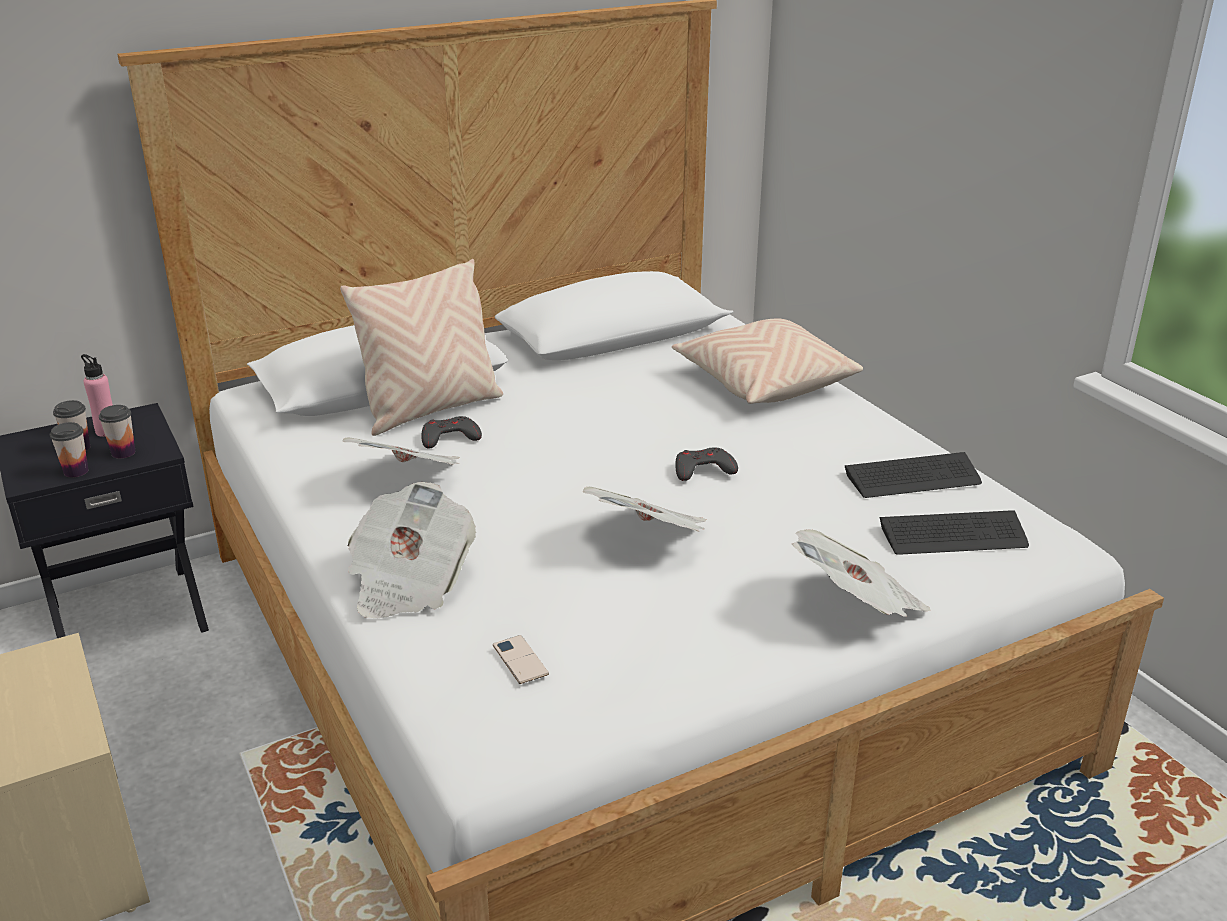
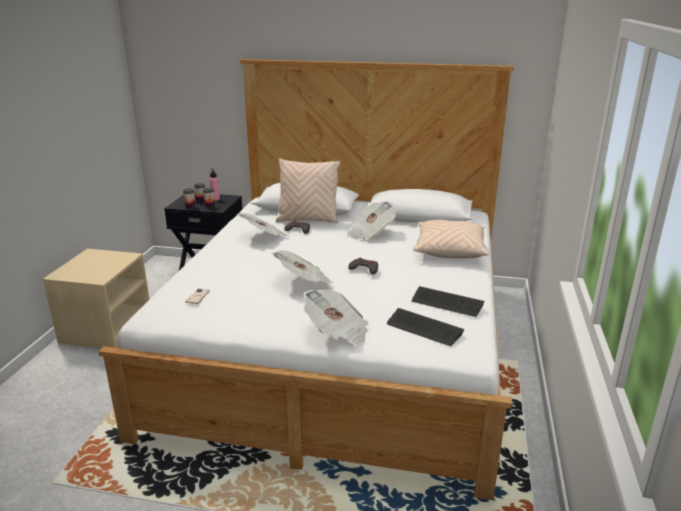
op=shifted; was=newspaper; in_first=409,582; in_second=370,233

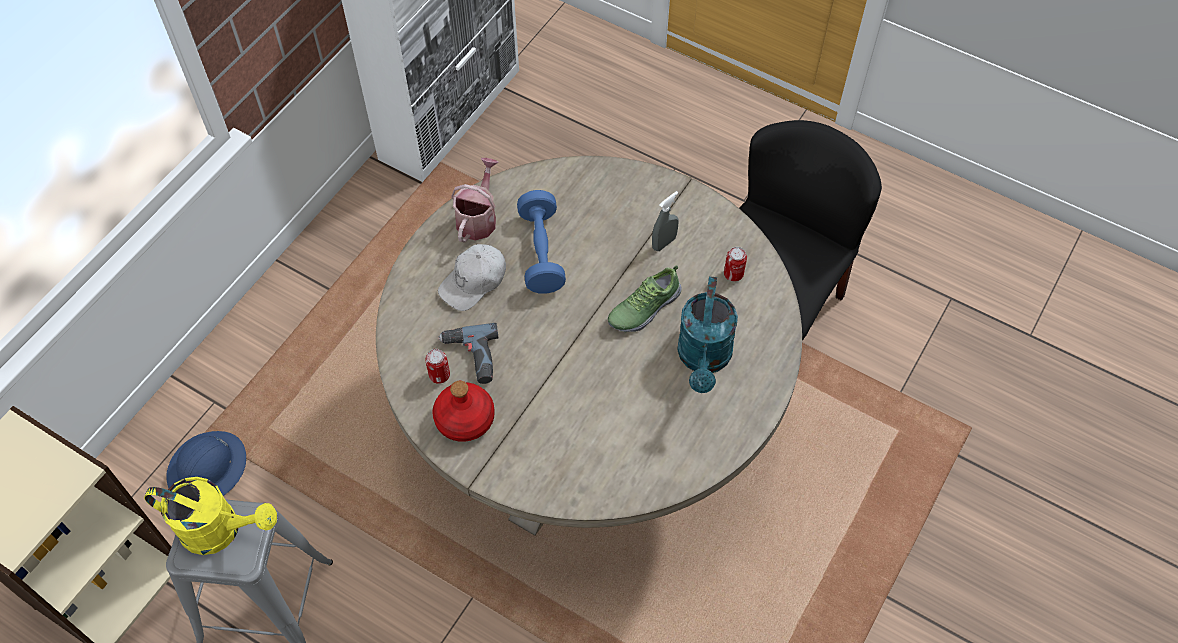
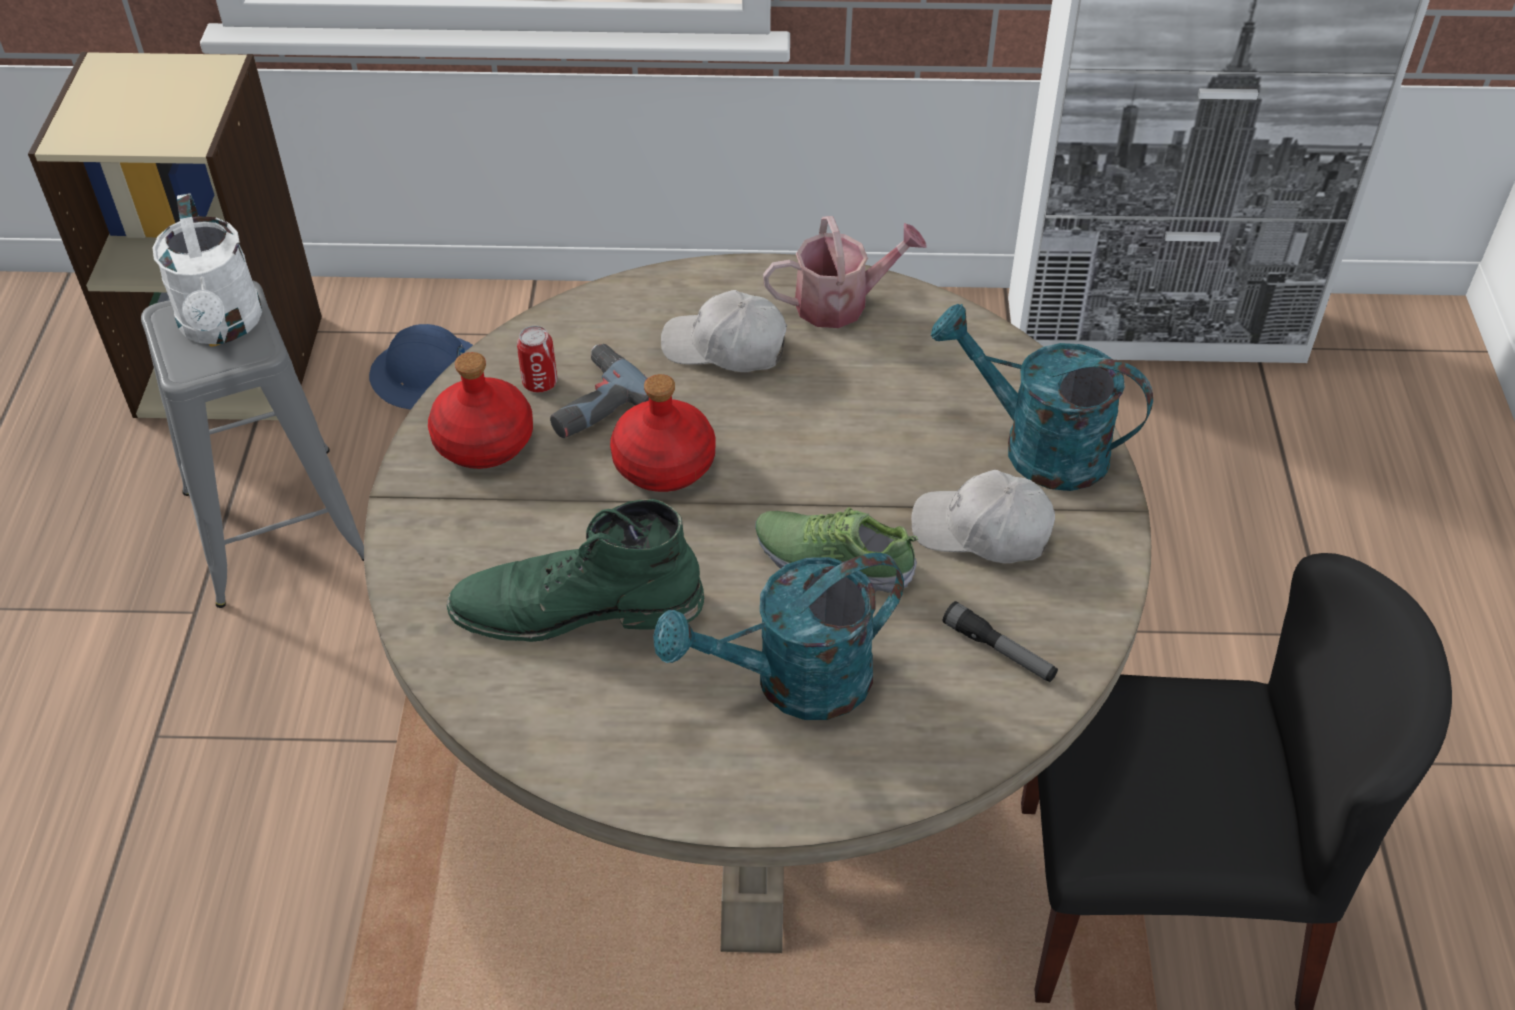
op=gone; was=blue dumbbell; in_first=541,252
op=new; now=green boot; in_second=577,608
op=new; now=red bottle; in_second=665,463
op=new; now=turquoise watering can; in_second=1037,447
op=swapped; was=grey spray bottle; now=white cap; in_first=664,243; in_second=982,531
op=swapped; was=can; now=flashlight; in_first=733,274; in_second=999,650
op=repainted; was=yellow watering can; now=white watering can; in_first=221,529; in_second=222,327

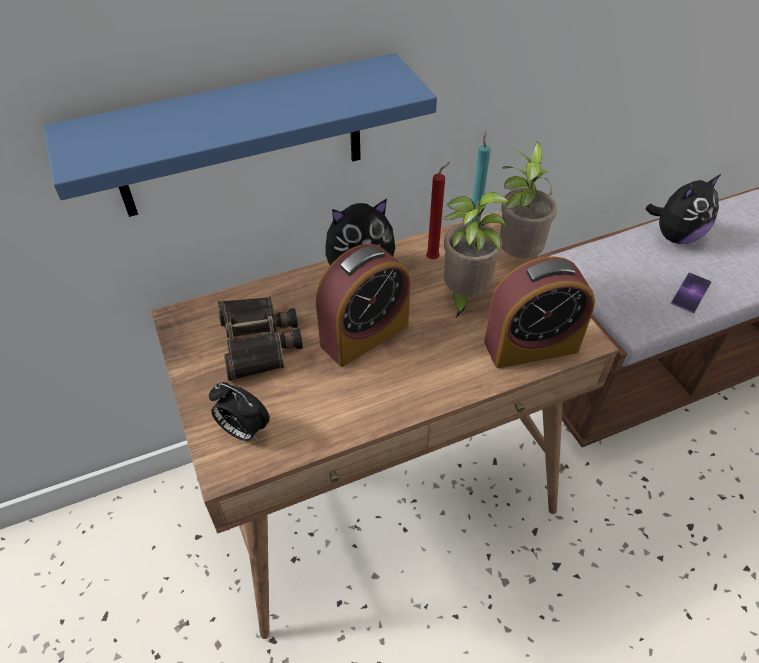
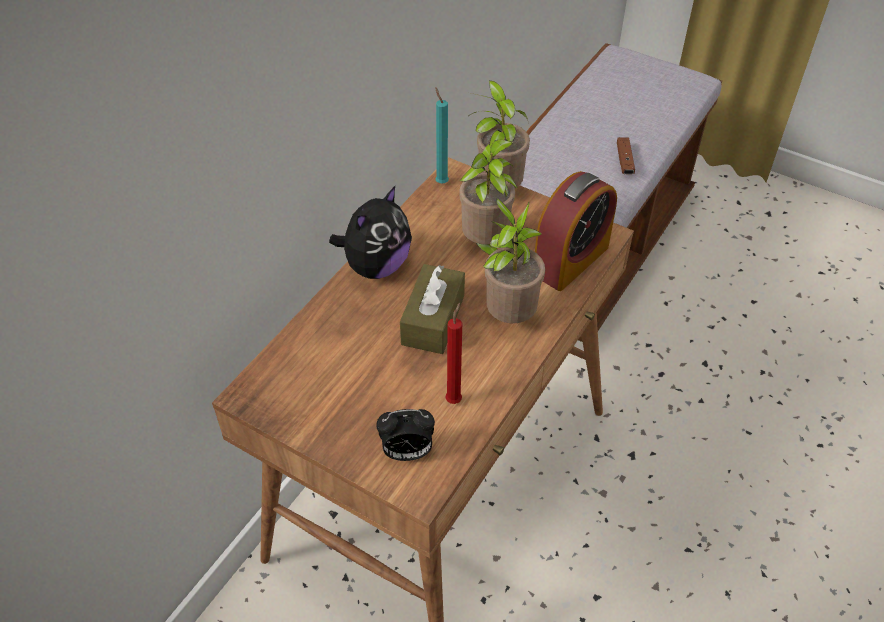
op=gone; was=blue shelf; in_first=240,138
op=gone; was=binoculars; in_first=260,342
op=gone; was=plush toy; in_first=675,236
op=new; now=potted plant; in_second=509,316
op=shifted; was=red candle; in_first=434,258; in_second=454,399
op=swapped; was=alarm clock; now=brown tissue box; in_first=364,334; in_second=433,320
op=swapped; was=phone; now=brown game controller; in_first=691,293; in_second=624,161

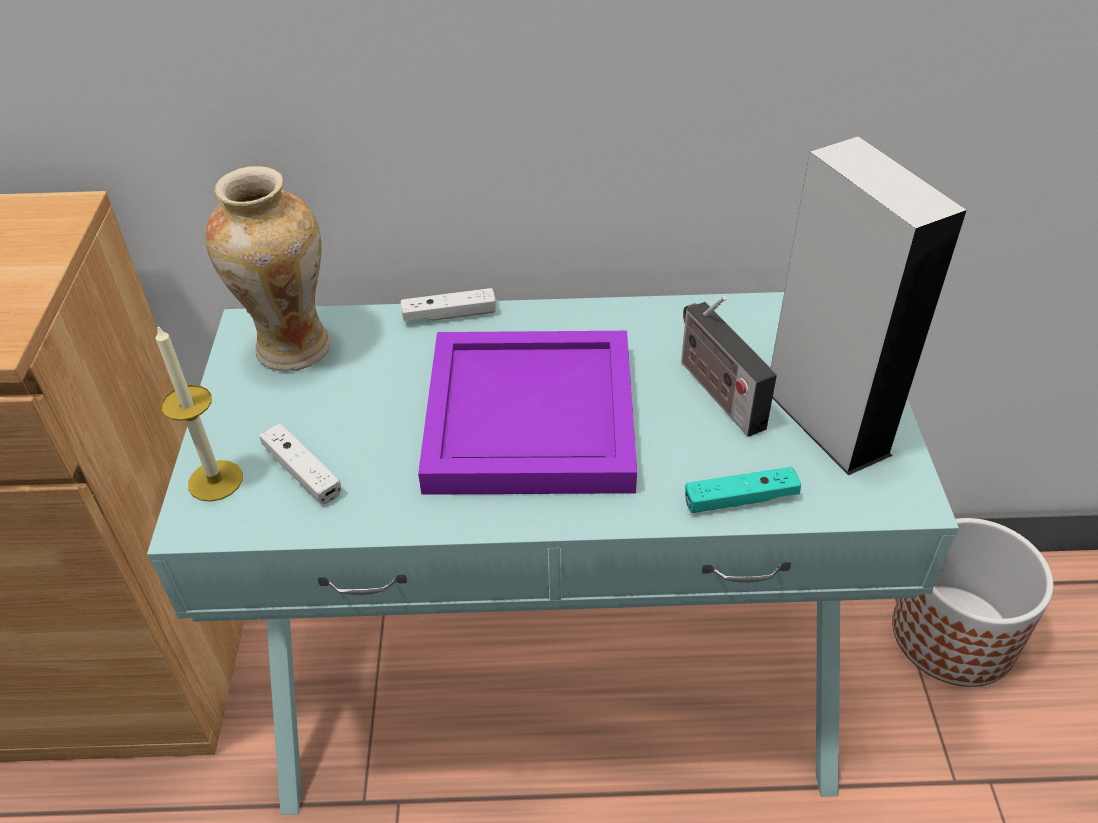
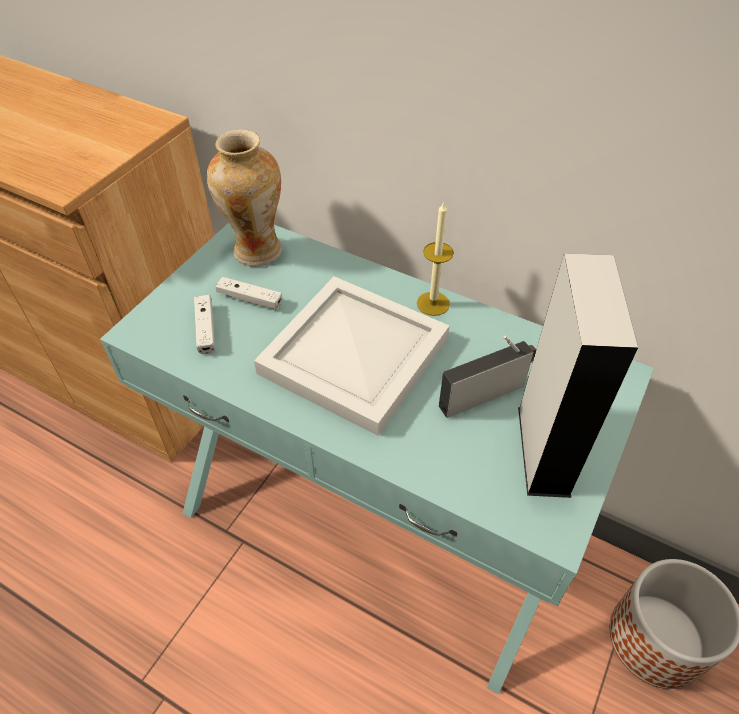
op=gone; was=turquoise game controller; in_first=740,499
op=shifted; was=candle; in_first=215,480; in_second=433,303
op=shifted; was=white game controller; in_first=449,315; in_second=250,299
op=repainted; was=purple tray; now=white tray; in_first=527,415; in_second=353,353
op=rotated; was=radio; in_first=717,391; in_second=485,393; clockwise=60

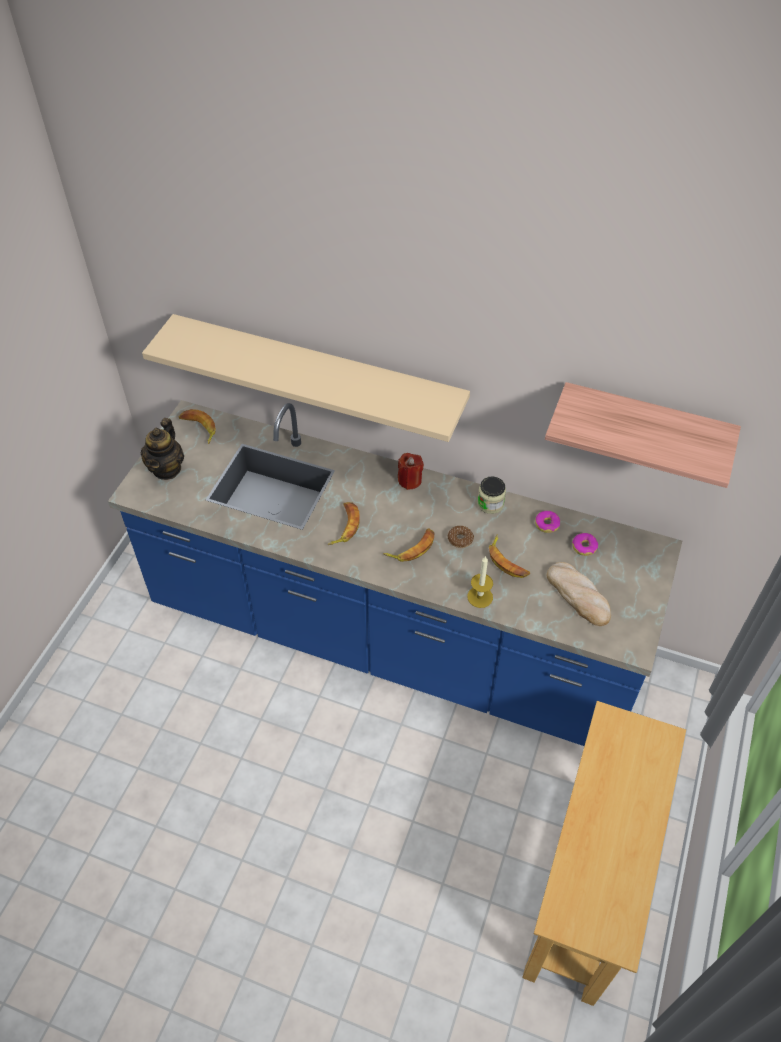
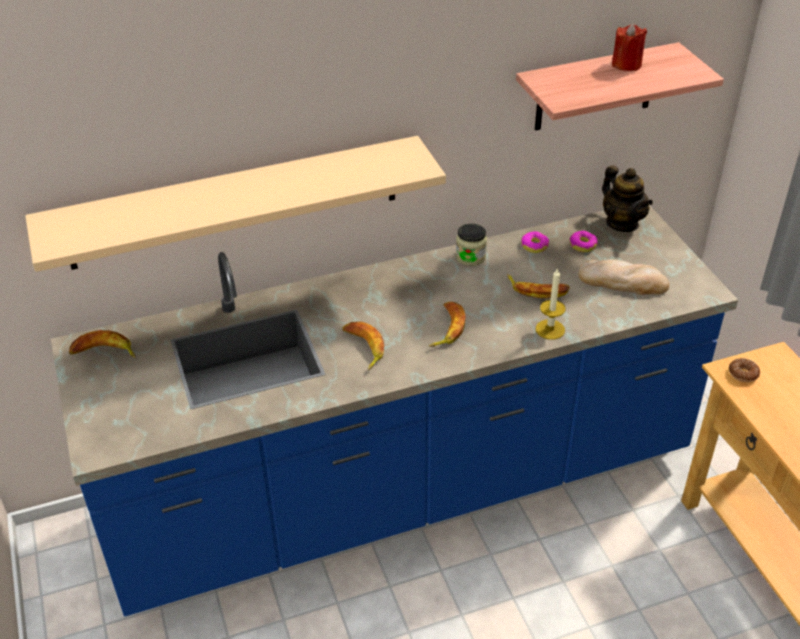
op=shifted; was=teapot; in_first=167,469; in_second=622,223
op=shifted; was=red candle; in_first=409,480; in_second=626,64
op=shifted; was=donut; in_first=460,539; in_second=743,374

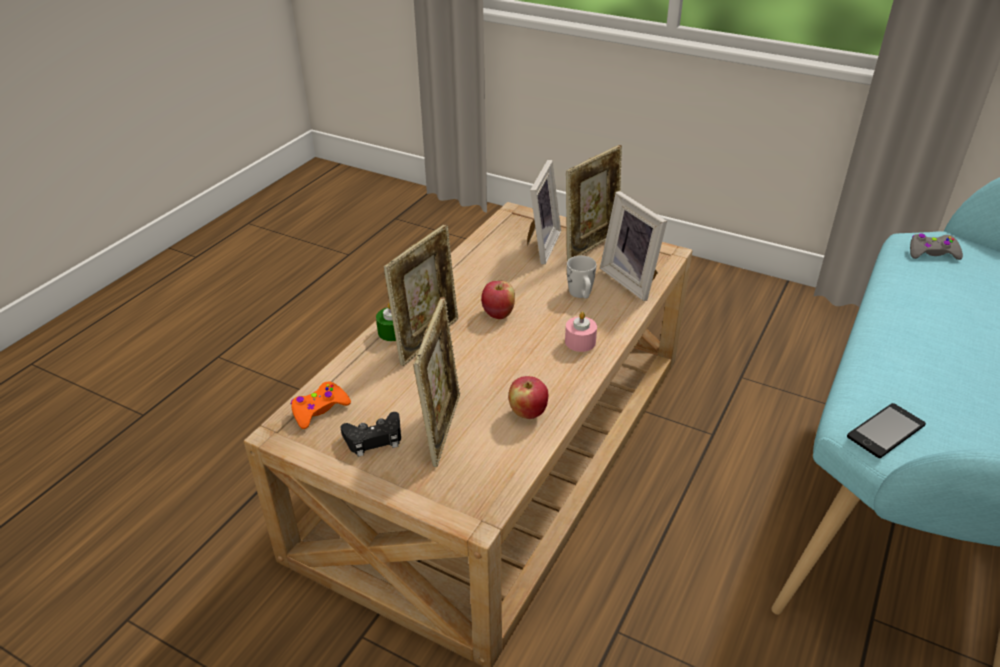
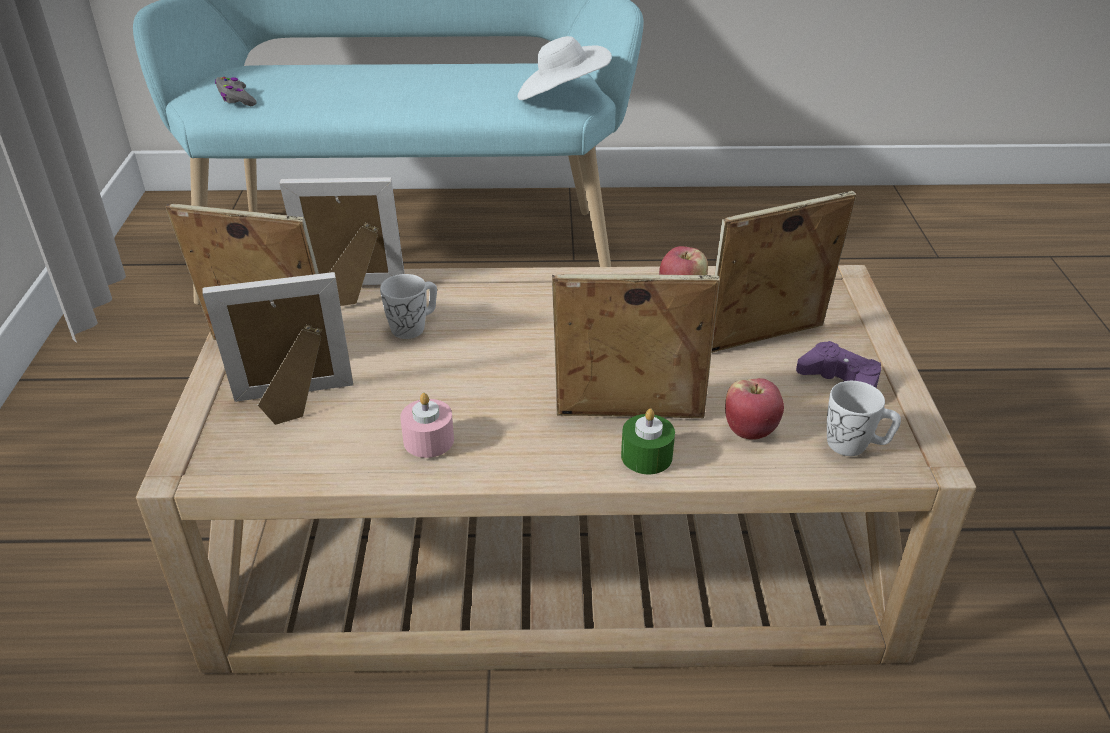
op=shifted; was=apple; in_first=498,314; in_second=750,431
op=shifted; was=pink candle; in_first=580,342; in_second=428,440
op=swapped; was=orange game controller; now=white mug; in_first=319,410; in_second=855,445
op=swapped; was=phone; now=white hat; in_first=886,431; in_second=561,96
op=repainted; was=black game controller; now=purple game controller; in_first=374,439; in_second=840,379
op=rotated; was=picture frame; in_first=633,280; in_second=352,293; clockwise=-120

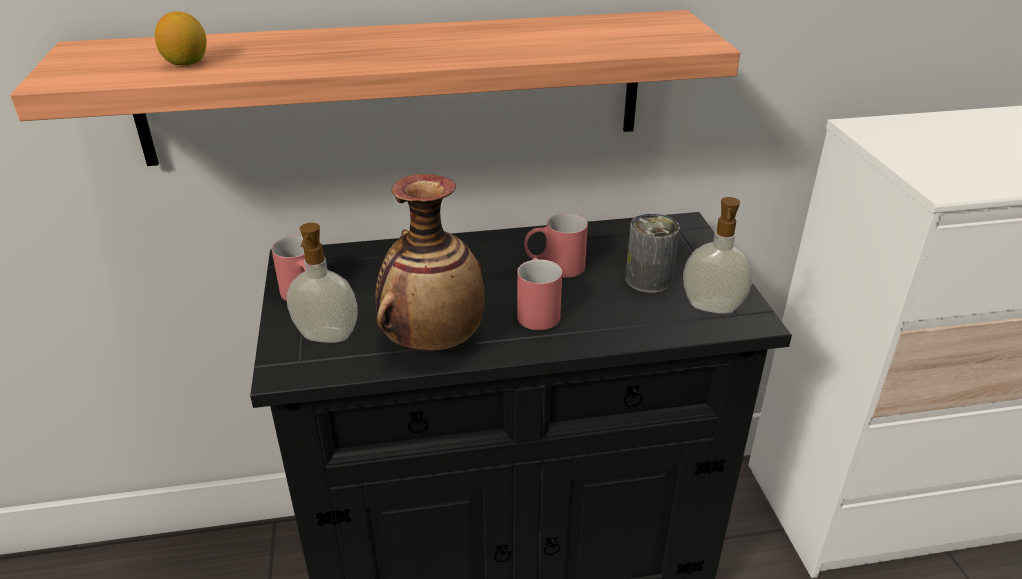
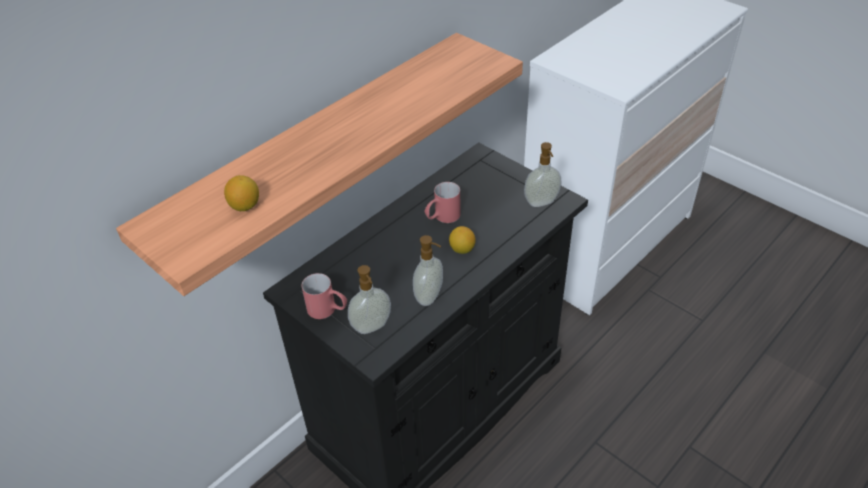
op=gone; was=can; in_first=648,279
op=swapped; was=vase; now=soap dispenser; in_first=432,341; in_second=430,296
op=swapped; was=red mug; now=lemon; in_first=537,310; in_second=462,249

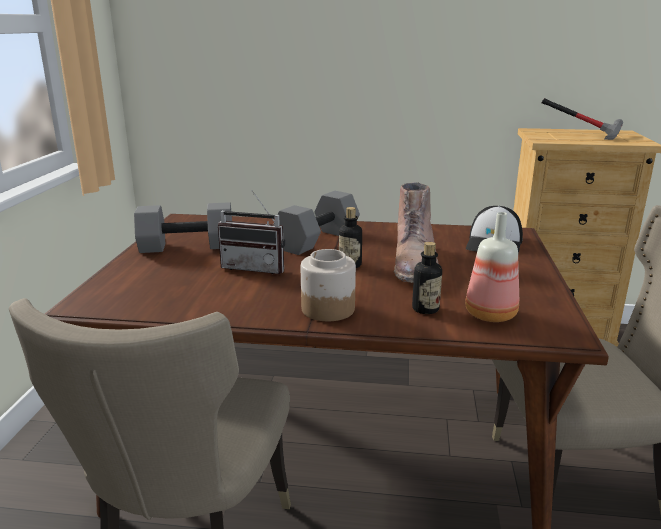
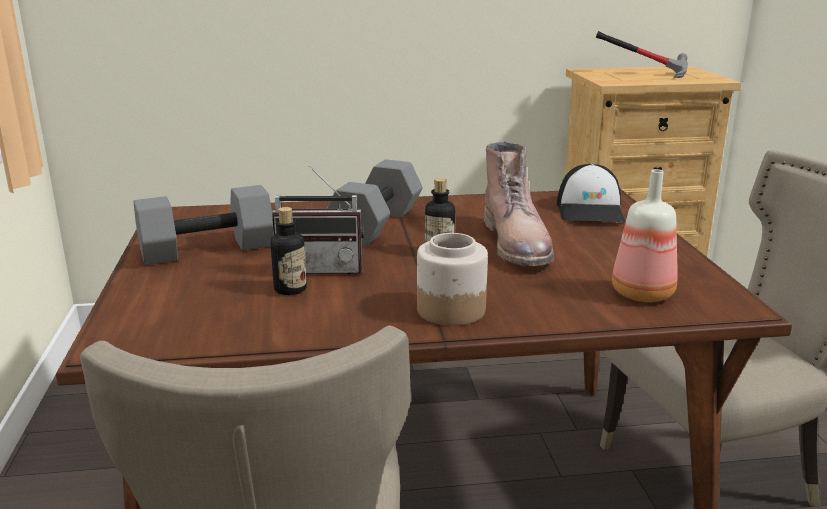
op=shifted; was=bottle; in_first=425,309; in_second=290,289

